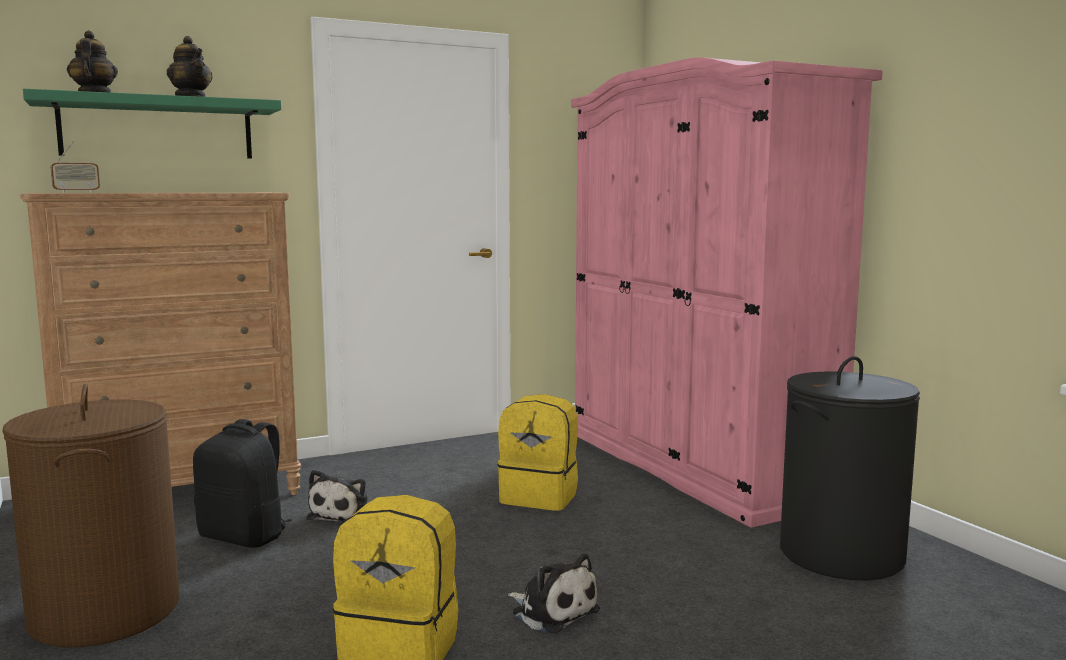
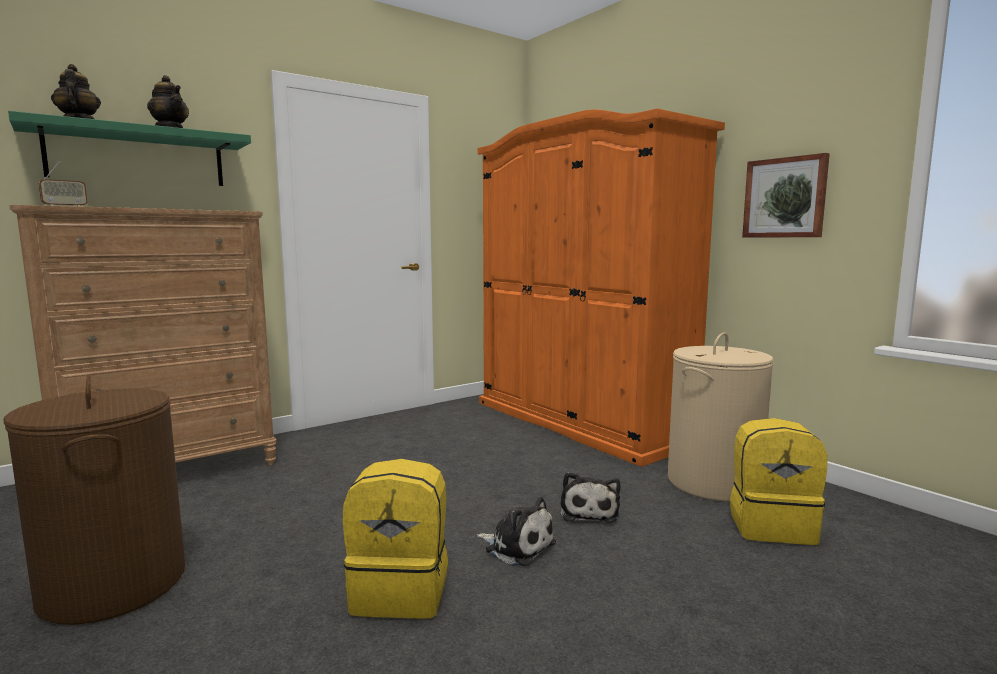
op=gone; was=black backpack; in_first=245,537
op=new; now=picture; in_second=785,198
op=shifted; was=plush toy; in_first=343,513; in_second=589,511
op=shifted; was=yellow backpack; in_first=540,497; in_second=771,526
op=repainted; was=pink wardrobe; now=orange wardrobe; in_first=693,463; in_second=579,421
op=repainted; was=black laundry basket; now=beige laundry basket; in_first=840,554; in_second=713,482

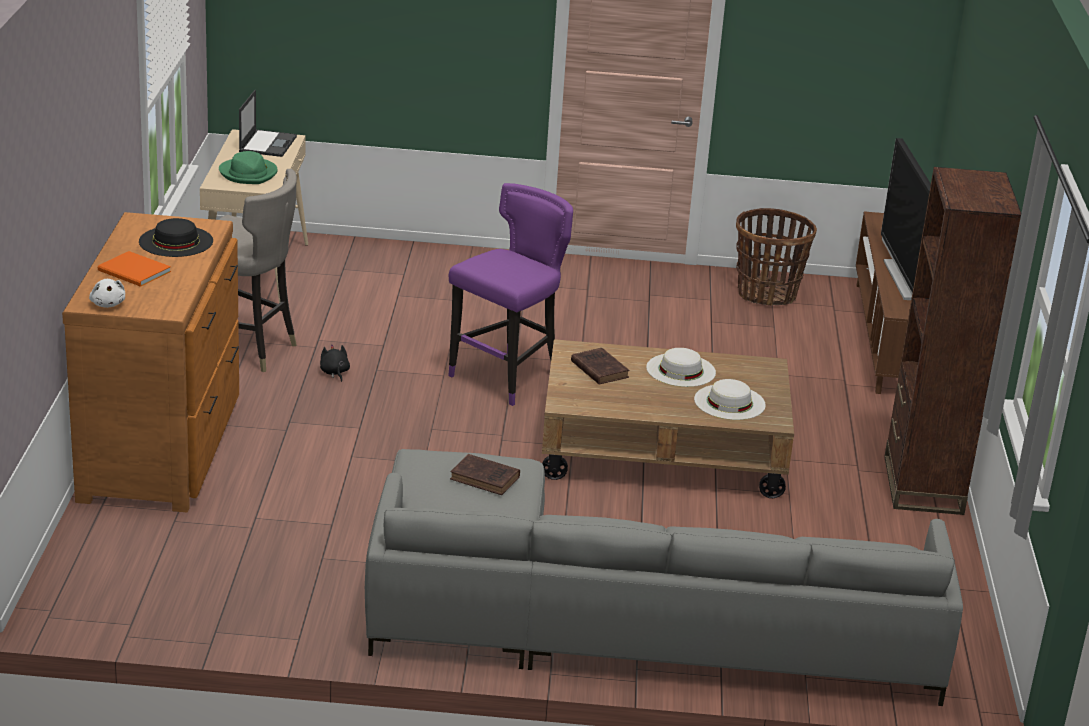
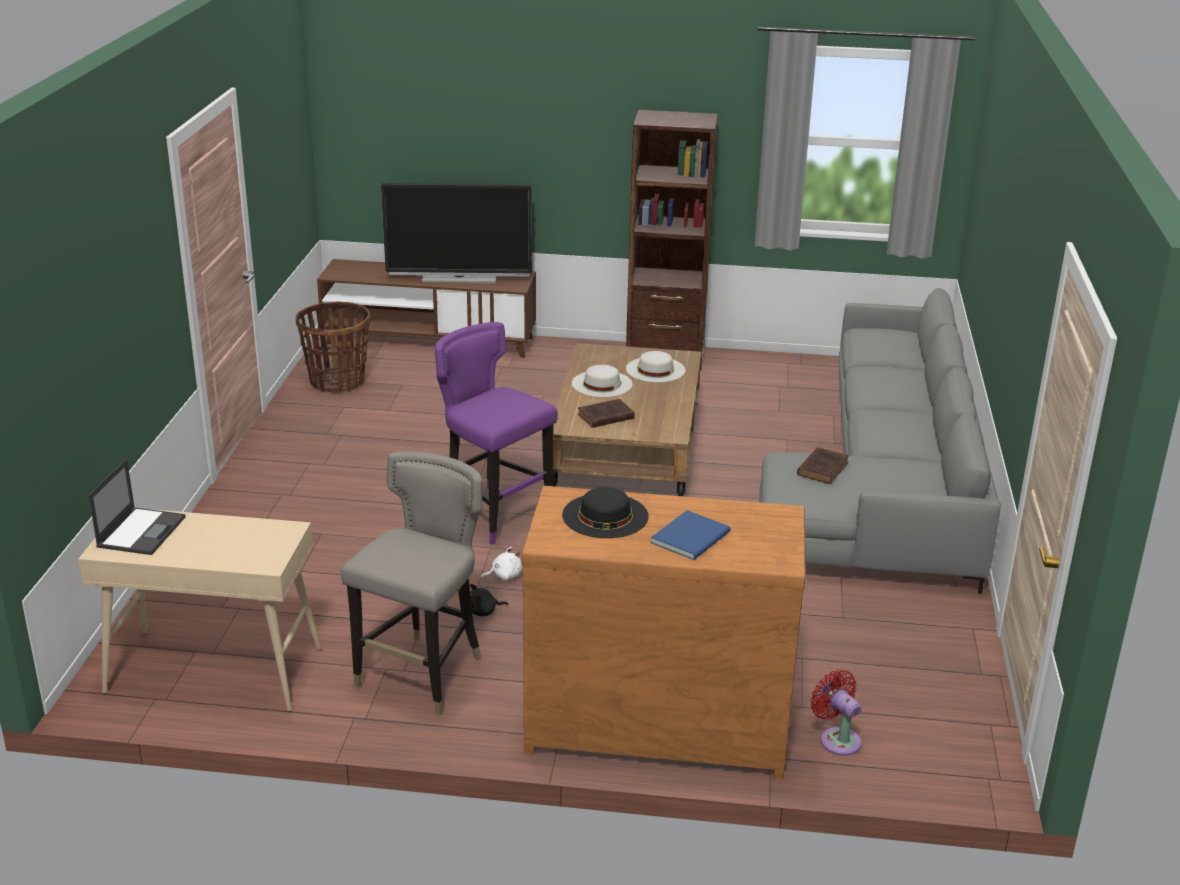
op=gone; was=green hat; in_first=248,173
op=new; now=red fan; in_second=837,739
op=shifted; was=white plush toy; in_first=108,304; in_second=504,575
op=repainted; was=orange book; now=blue book; in_first=134,272; in_second=693,537
op=rotated; was=laptop; in_first=268,143; in_second=141,531; clockwise=90

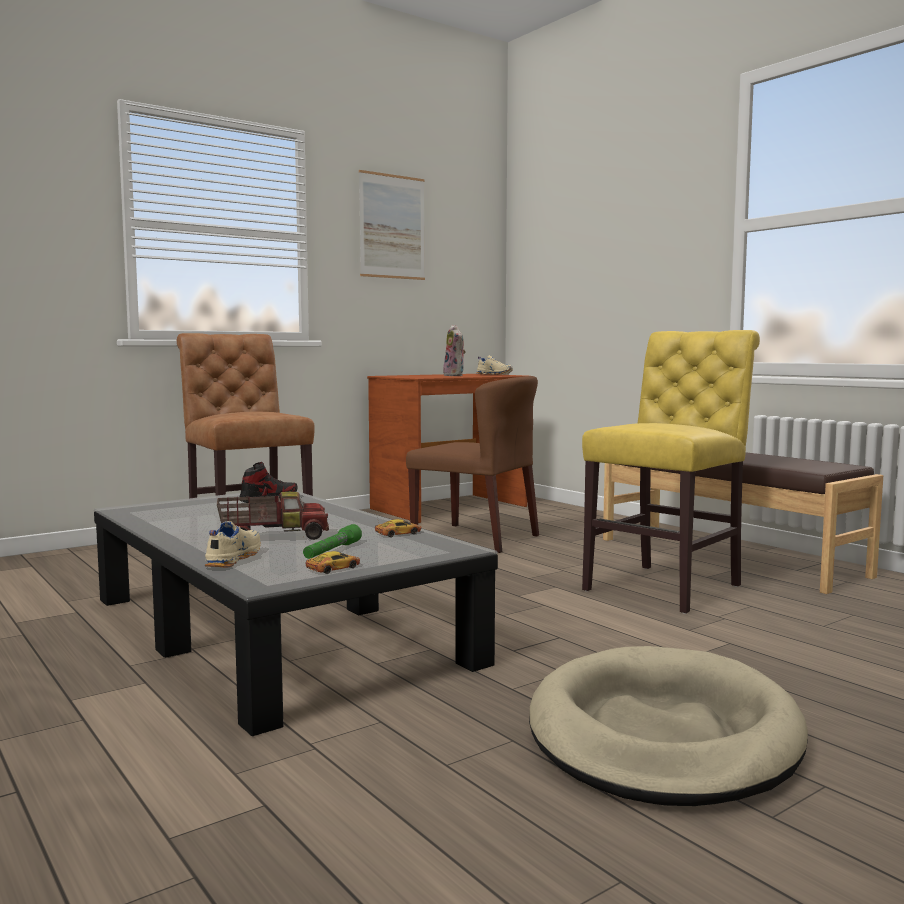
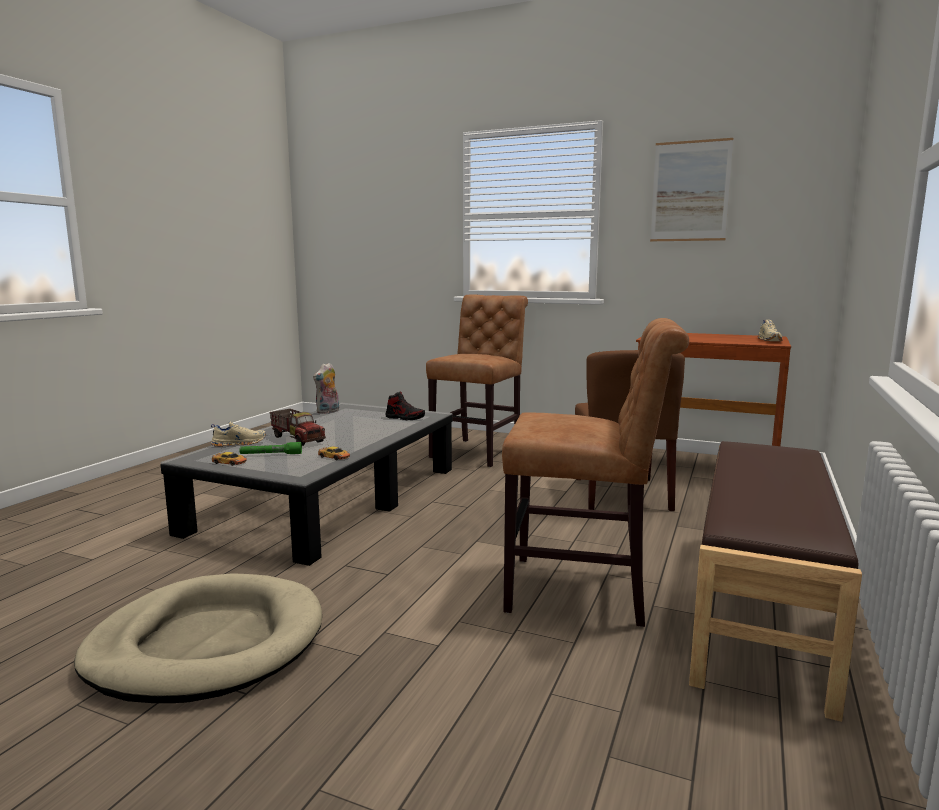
op=shifted; was=plush toy; in_first=455,376; in_second=328,411
op=repainted; was=yellow chair; now=brown chair; in_first=668,586; in_second=585,592

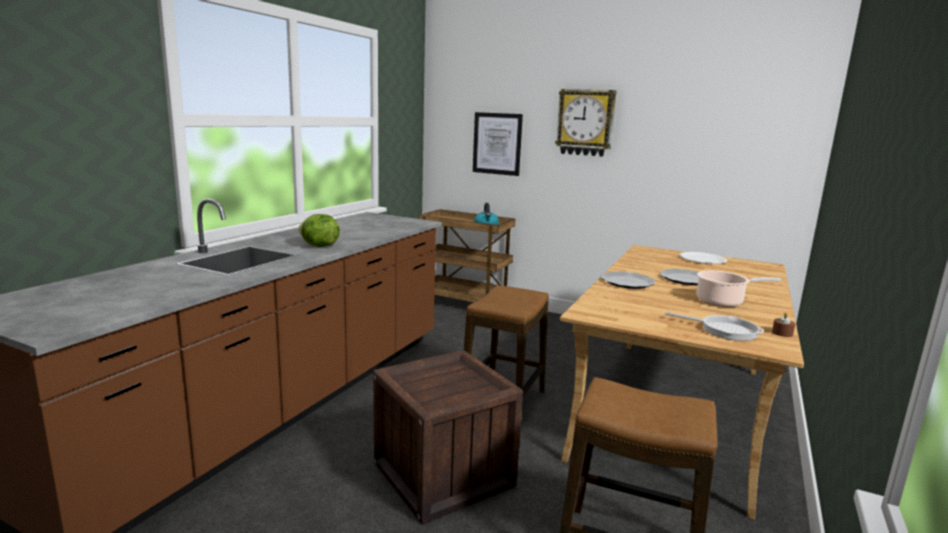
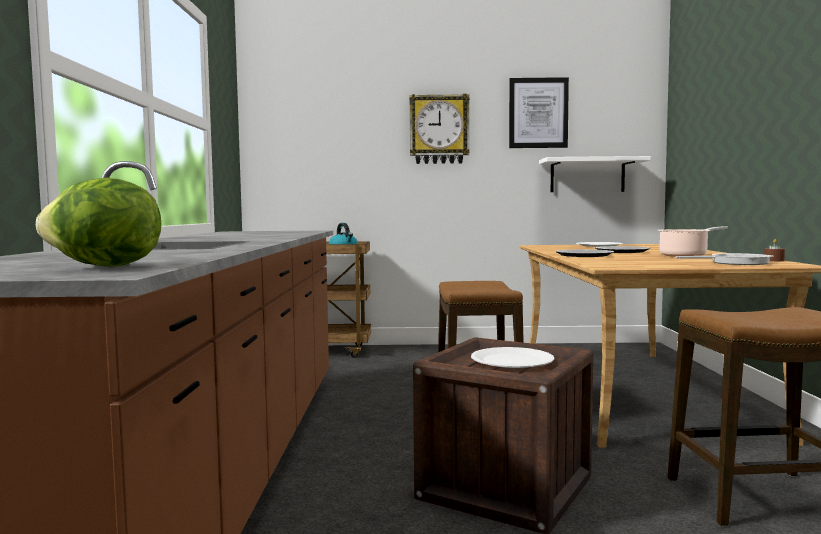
op=new; now=white plate; in_second=512,360
op=new; now=white shelf; in_second=587,175
op=shifted; was=lettuce; in_first=319,246; in_second=105,267
op=shifted; was=picture; in_first=497,143; in_second=538,113

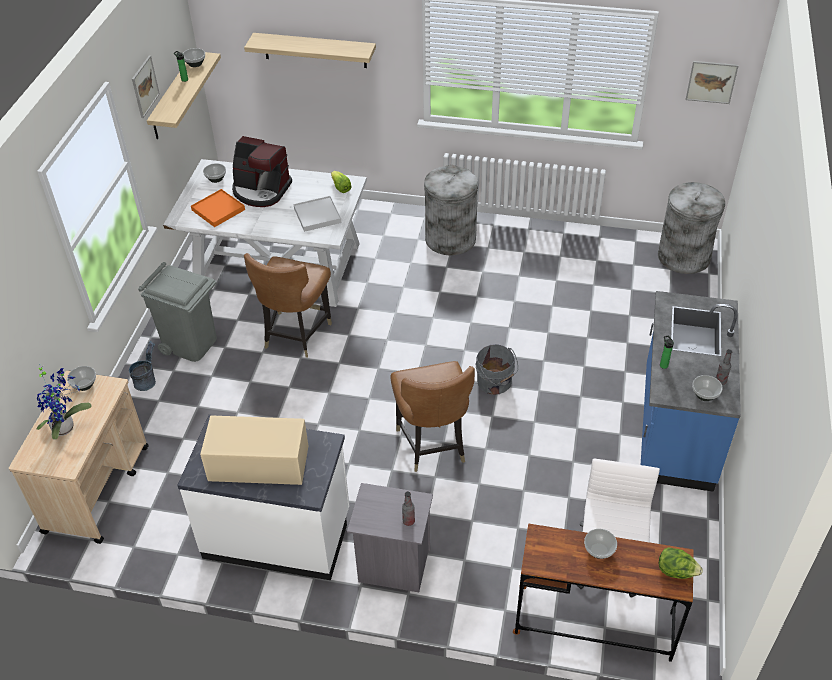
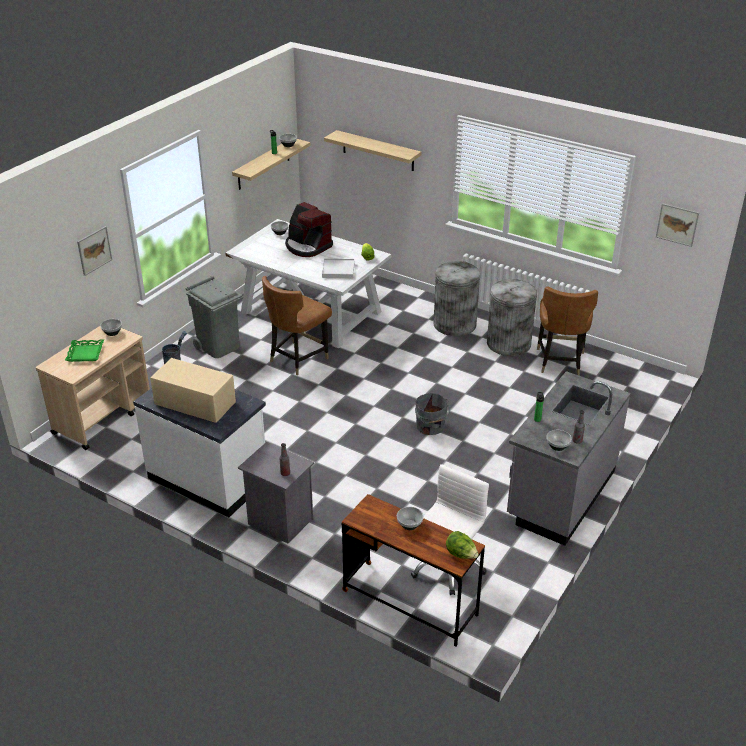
op=gone; was=orange tray; in_first=218,210
op=shifted; was=picture; in_first=145,86; in_second=94,250
op=shifted; was=brown chair; in_first=432,444; in_second=560,362
op=shifted; was=grey trash can; in_first=684,257; in_second=508,343
op=swapped; was=potted plant; now=green tray; in_first=66,427; in_second=85,353
op=repainted; was=blue counter; now=grey counter; in_first=675,428; in_second=560,494

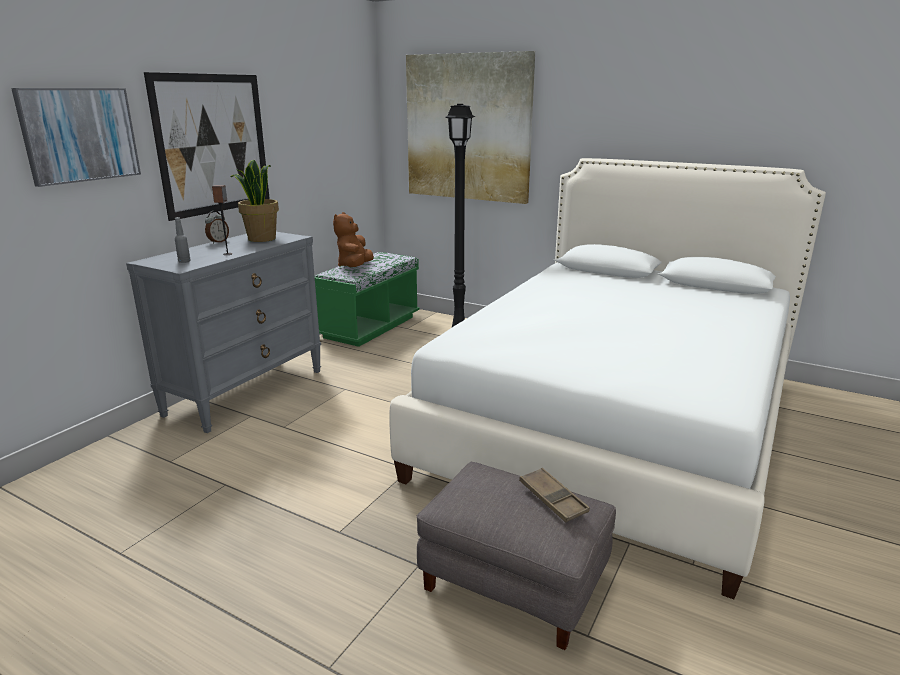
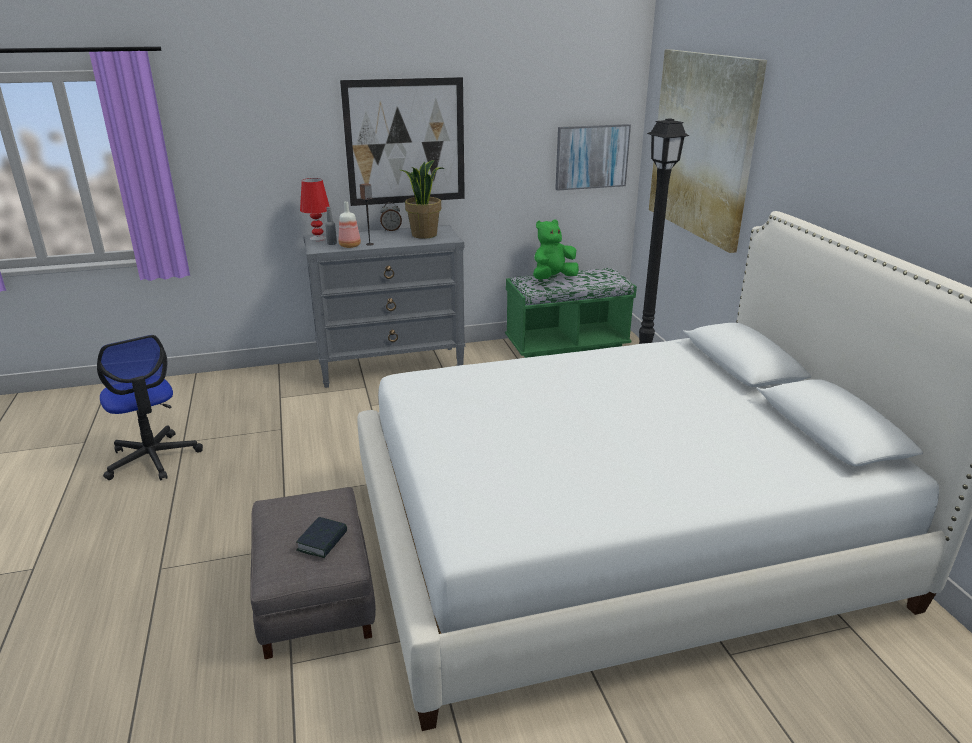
op=new; now=office chair; in_second=153,459
op=new; now=red table lamp; in_second=318,238
op=new; now=bottle; in_second=350,246
op=shifted; was=picture; in_first=80,135; in_second=591,157
op=swapped; was=brown tray; now=book; in_first=553,499; in_second=322,541
op=repainted; was=brown plush toy; now=green plush toy; in_first=355,266; in_second=553,278

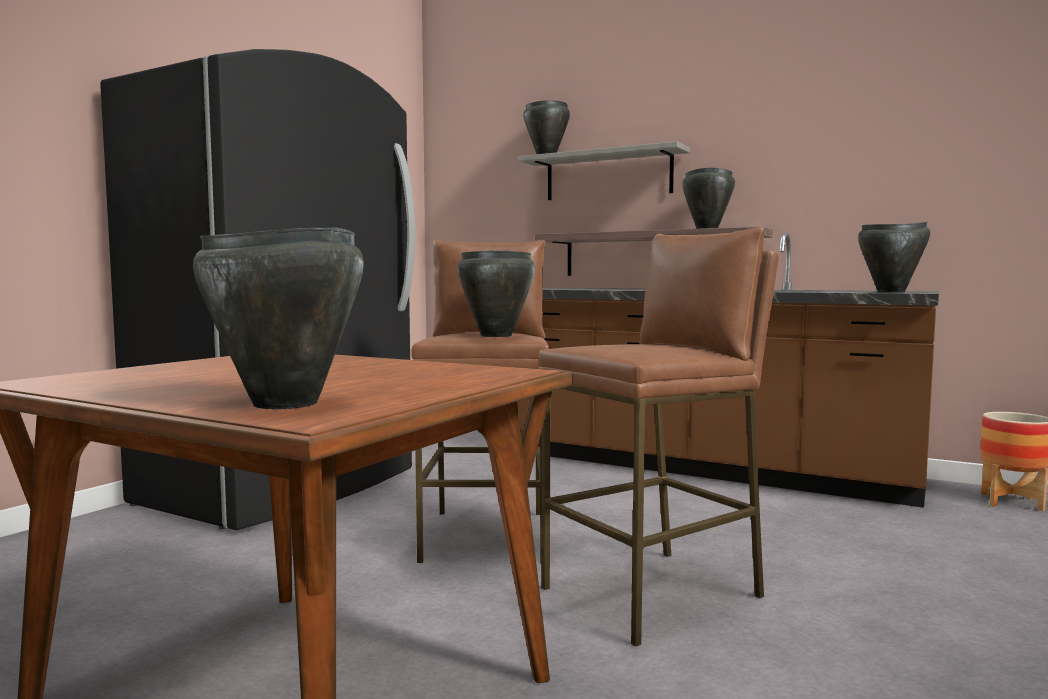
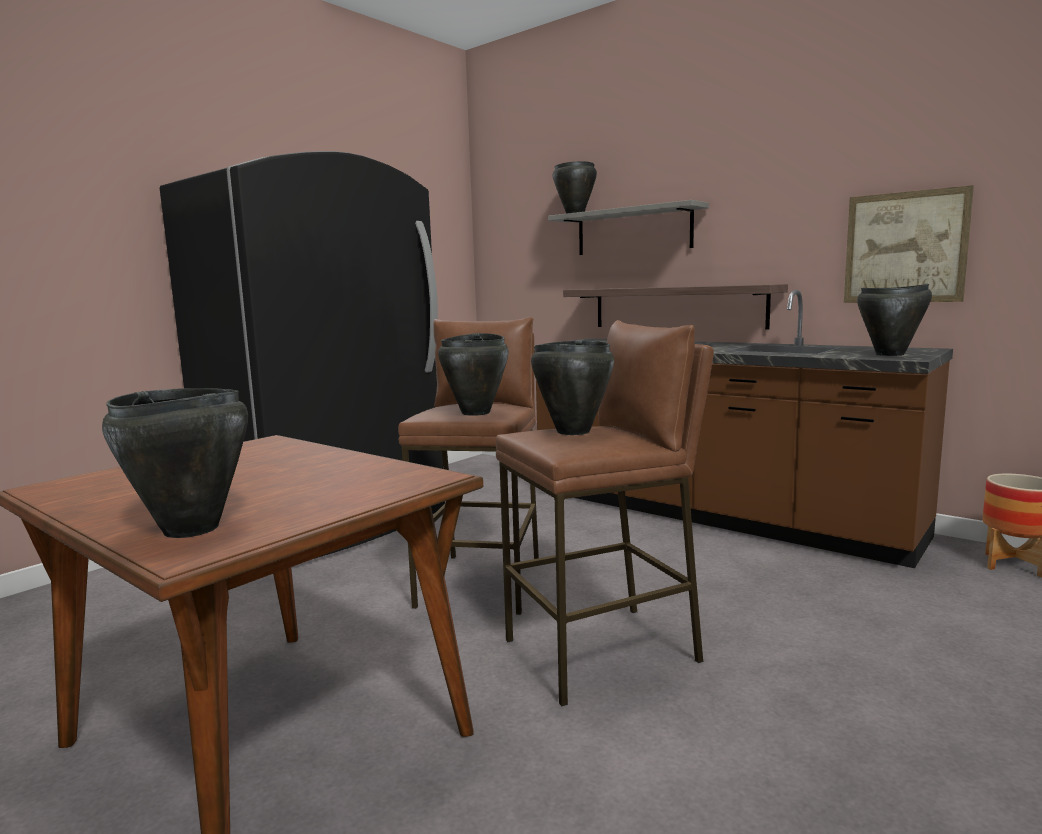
op=new; now=picture; in_second=905,247
op=shifted; was=black cooking pot; in_first=706,229; in_second=572,431

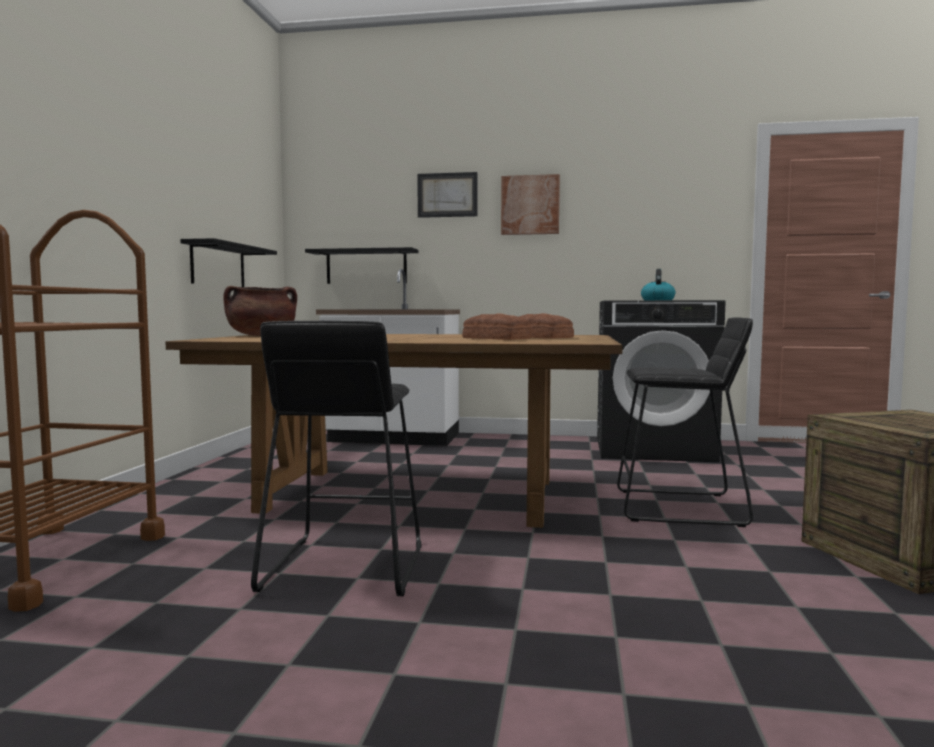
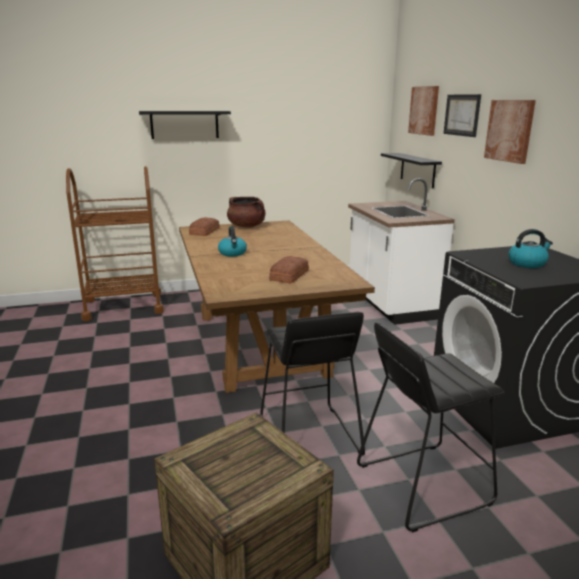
op=new; now=kettle; in_second=232,253
op=new; now=picture; in_second=424,110
op=shifted; was=black shelf; in_first=218,265; in_second=184,124
op=shifted; was=black stool; in_first=344,566; in_second=422,483
op=shifted; was=bread; in_first=496,338; in_second=203,231

